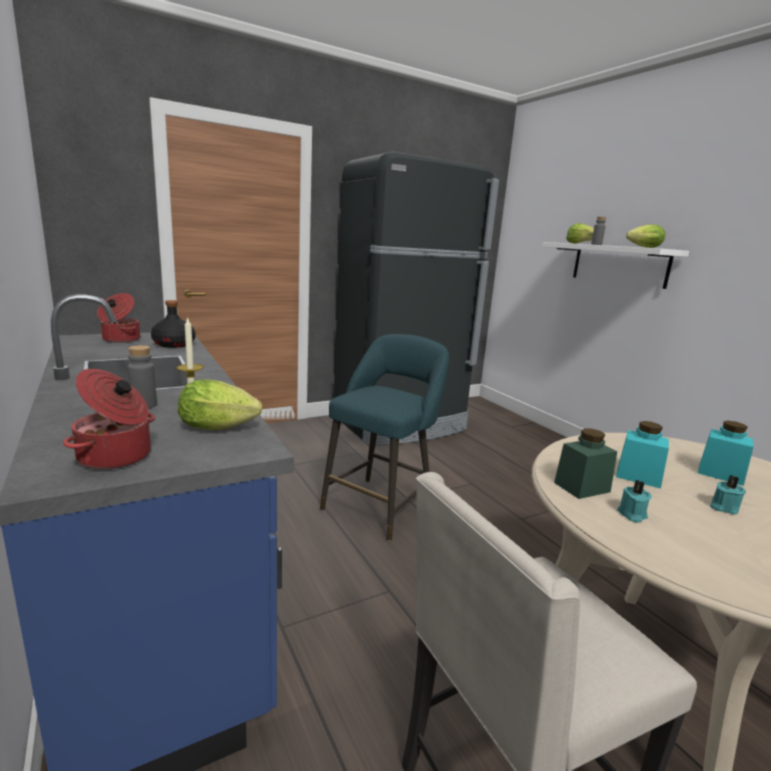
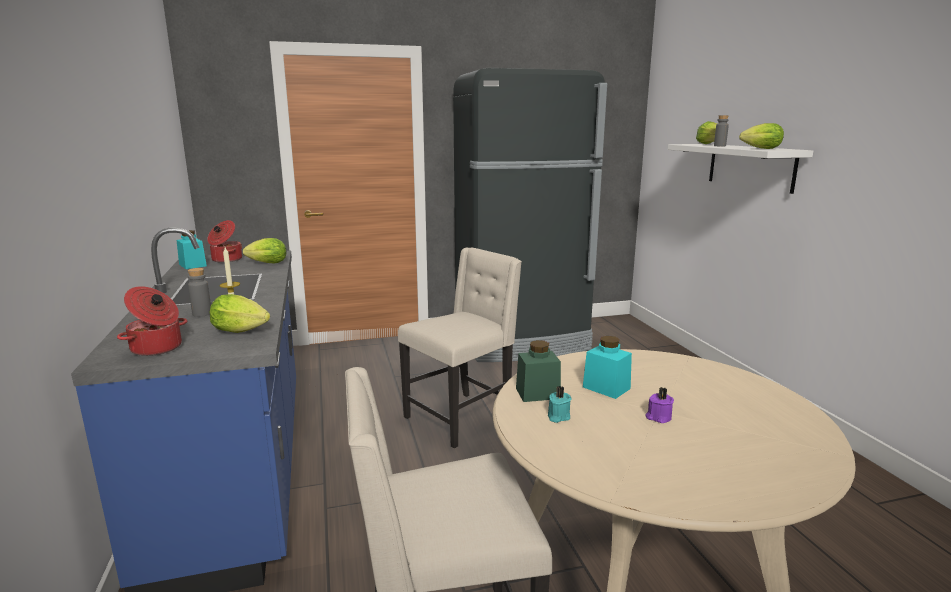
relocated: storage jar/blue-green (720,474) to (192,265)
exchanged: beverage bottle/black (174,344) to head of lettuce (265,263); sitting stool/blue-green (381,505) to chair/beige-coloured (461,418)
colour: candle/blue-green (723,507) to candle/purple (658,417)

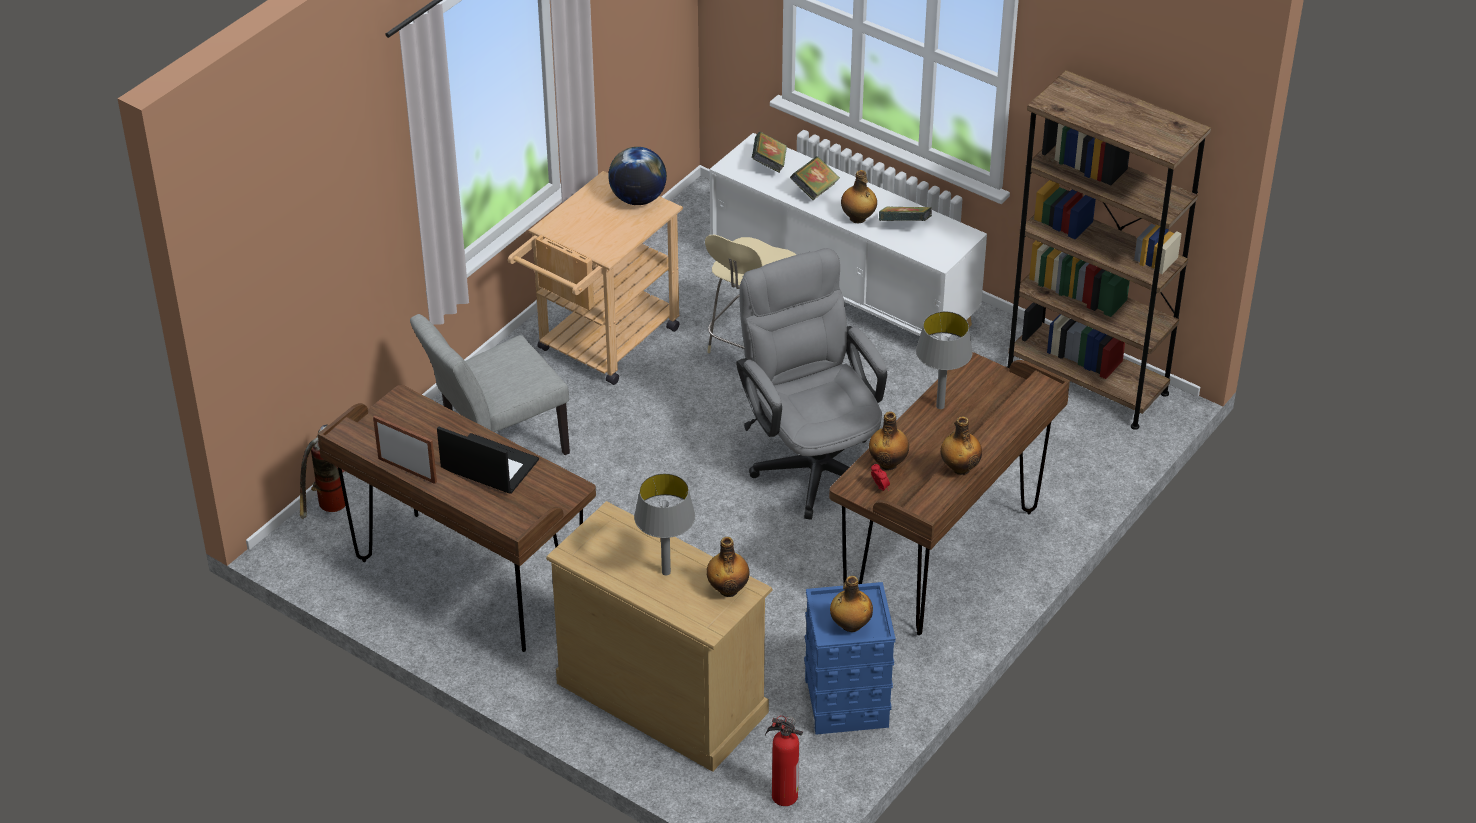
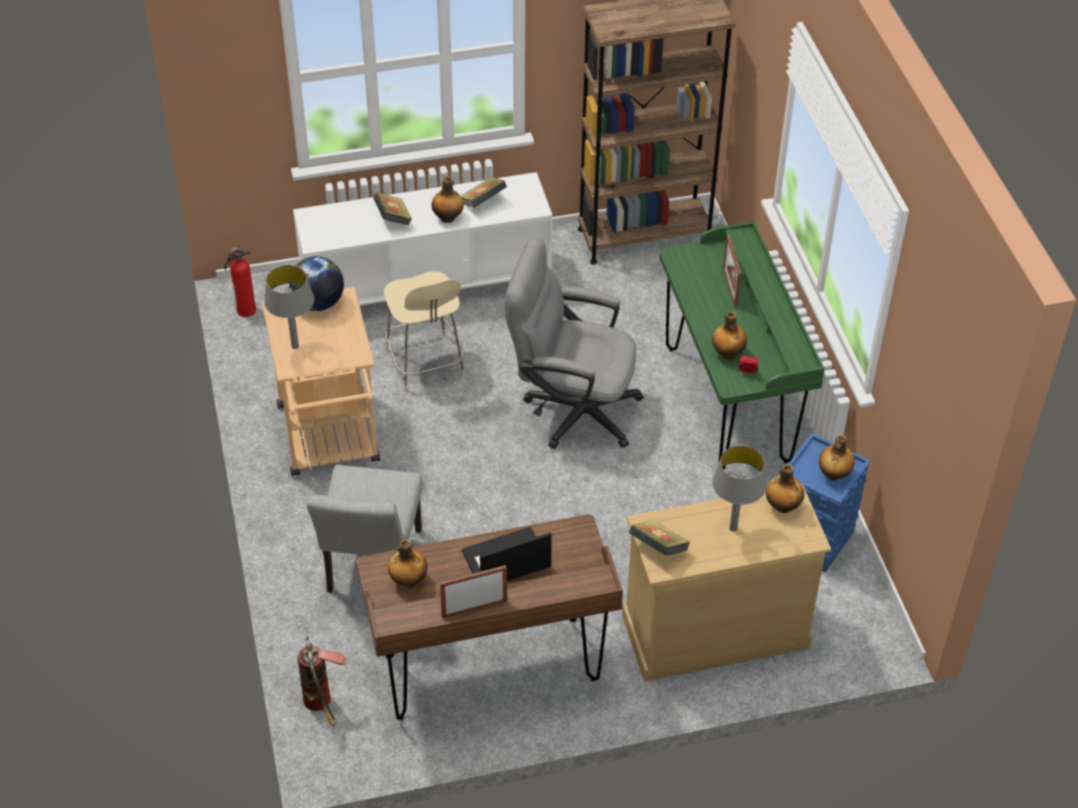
appeared: picture frame (729,287)
relocated: volume (769,164) to (658,548); fire-fighting cylinder (782,795) to (245,310); table lamp/greyish (940,406) to (295,346); beverage bottle (960,468) to (408,580)
colour: desk unit/brownish (943,556) to desk unit/green-coloured (727,404)

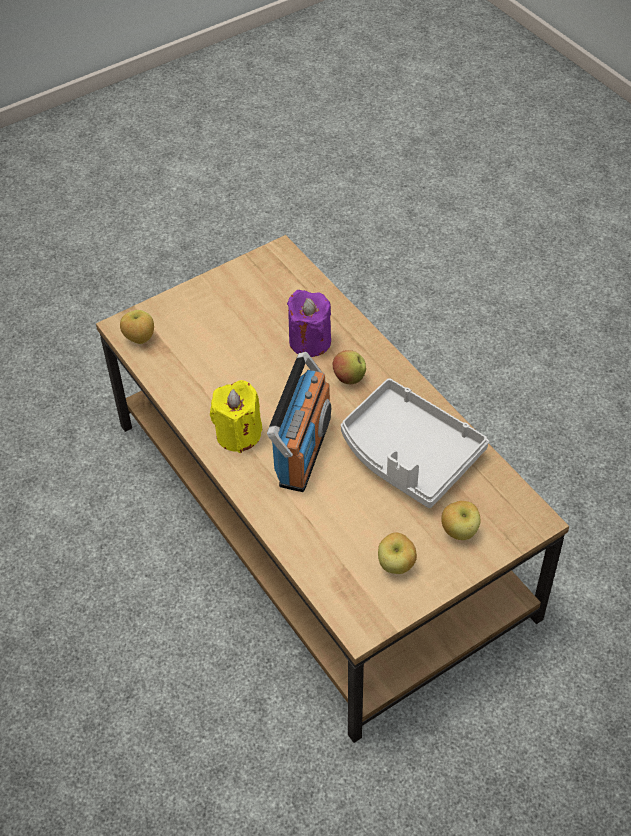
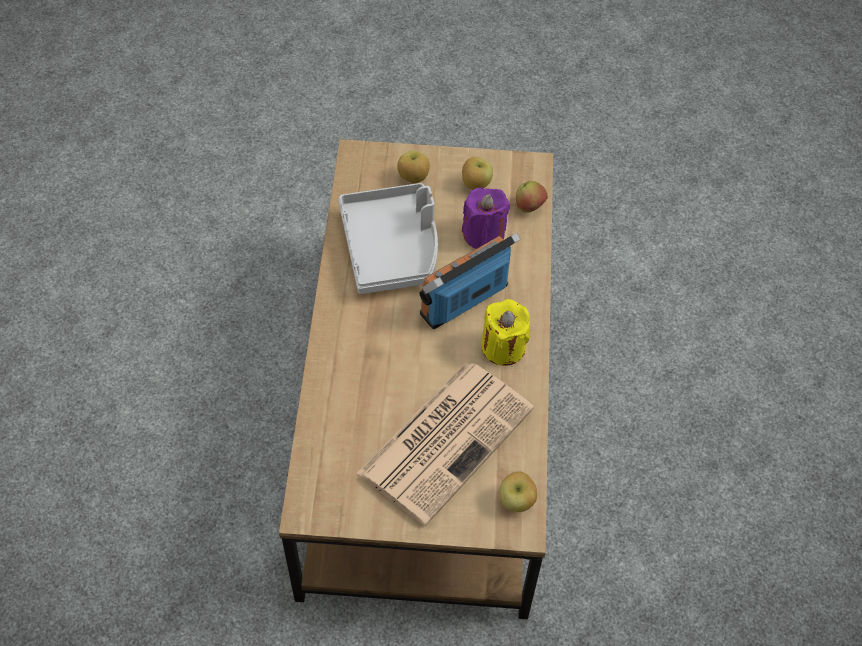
appeared: printed paper (447,438)
relocated: candle/purple (310,341) to (484,234); whole apple (349,378) to (529,207)

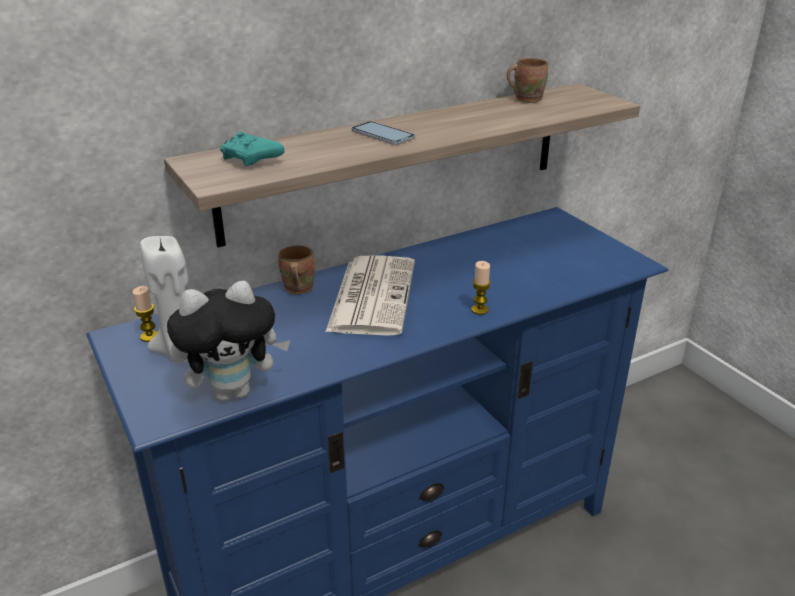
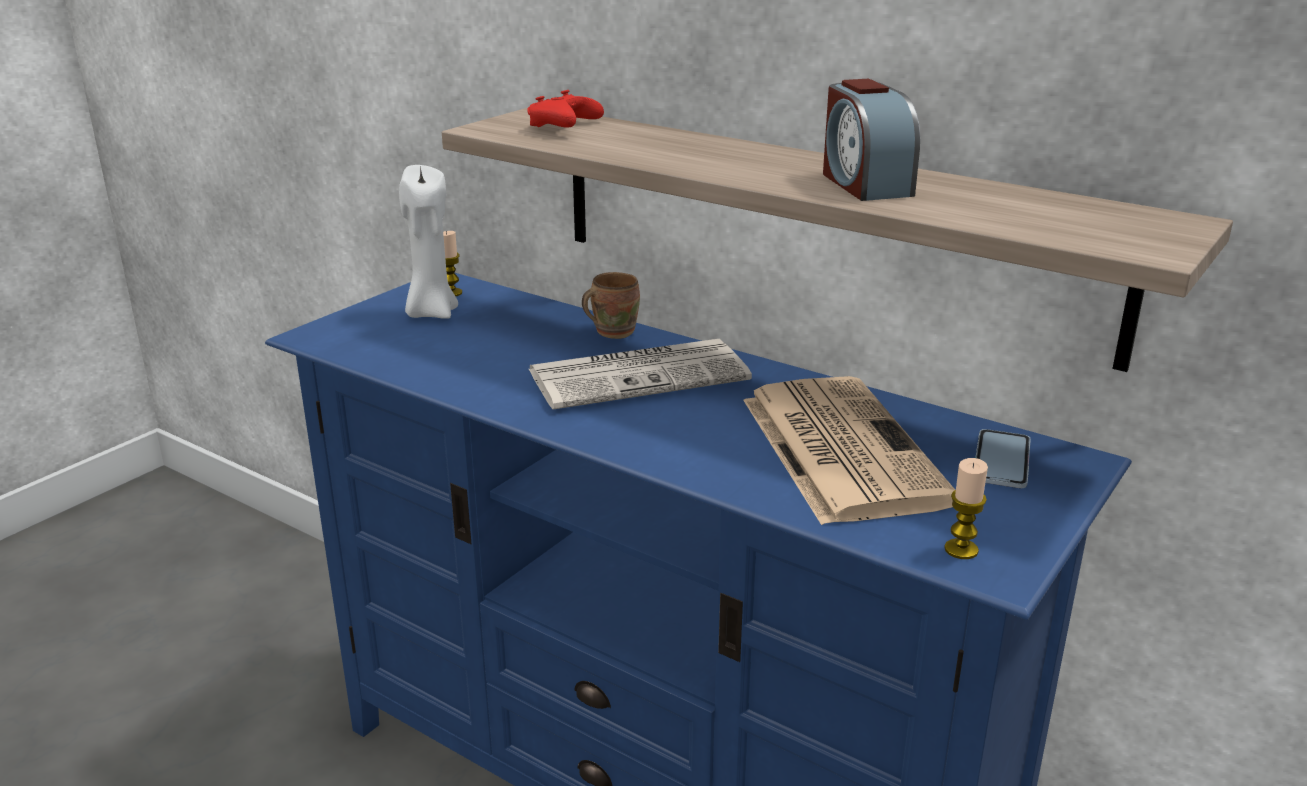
missing: cuddly toy (234,391); mug/brownish (526,99)
appeared: printed paper (838,448); bedside clock (864,184)
relocated: telephone (382,134) to (1001,460); candle (479,310) to (961,550)
colour: gamepad/blue-green (251,160) to gamepad/red (564,128)

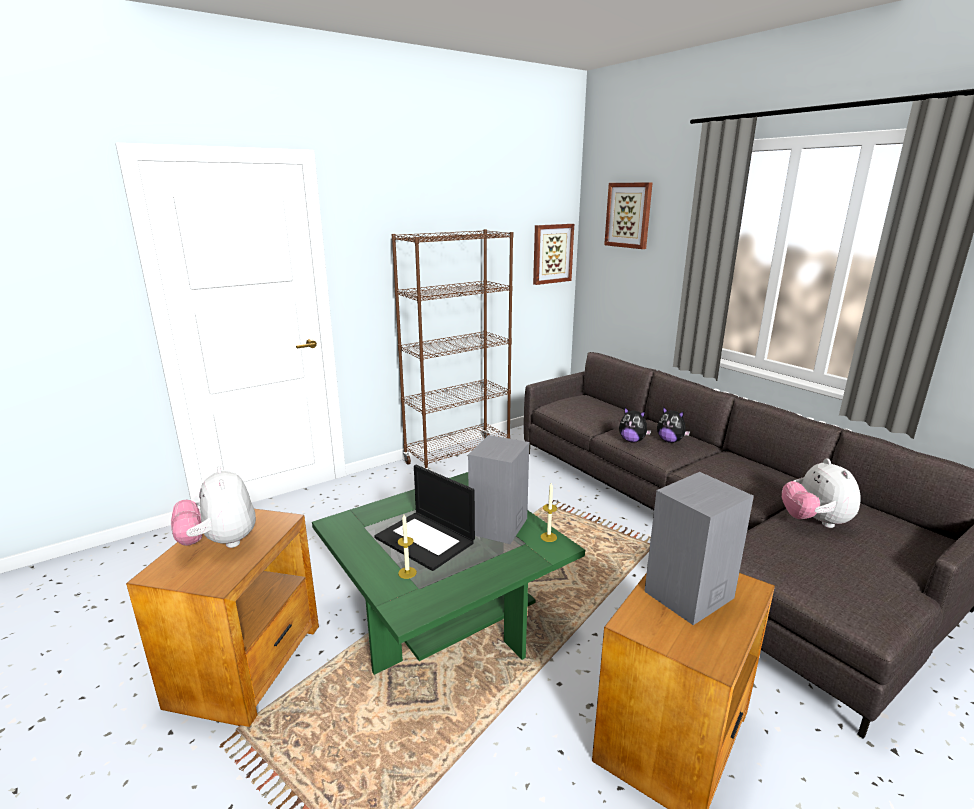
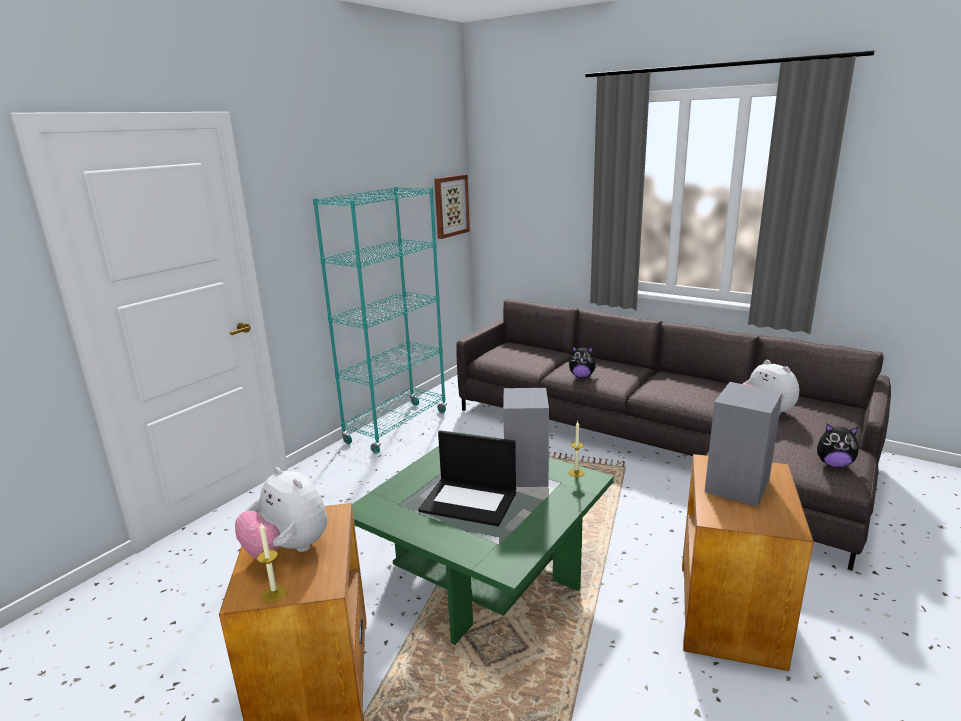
missing: wall picture (629,215)
relocated: candle (407,572) to (274,594); cuddly toy (670,441) to (834,464)
colour: bookshelf/brownish (458,457) to bookshelf/blue-green (397,427)

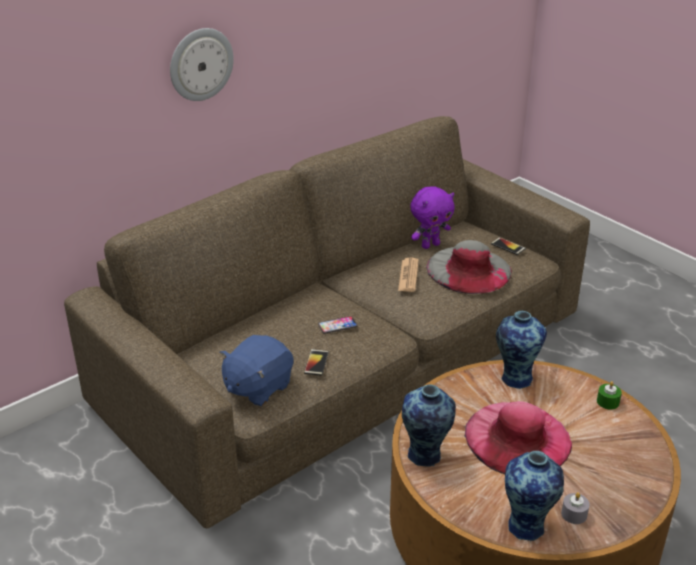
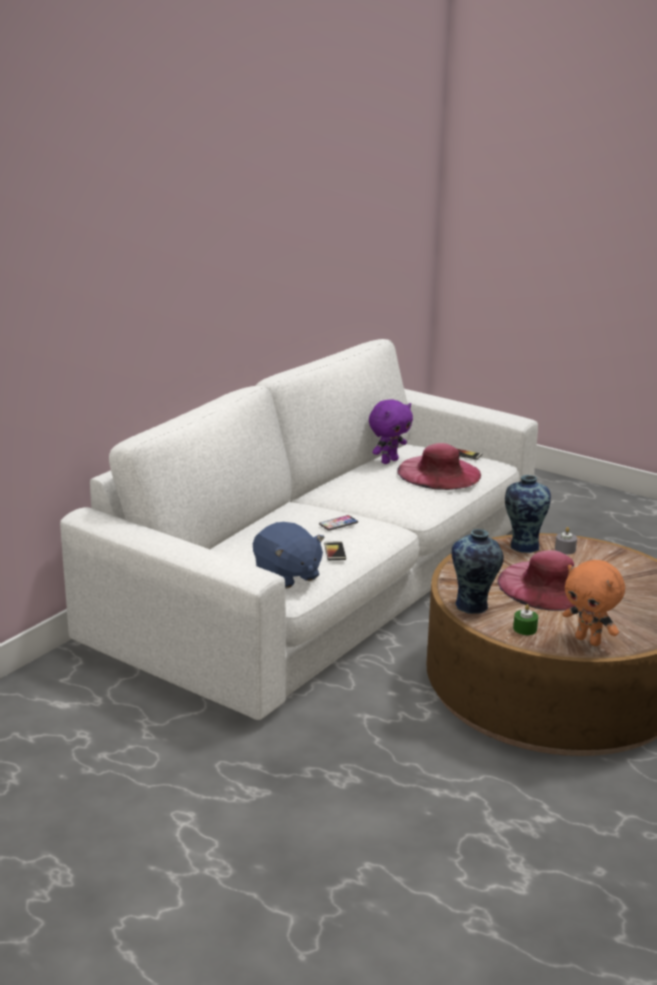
missing: clock on the wall (200,64); printed paper (408,275)
relocated: candle/greyish (574,514) to (565,549); candle/green-coloured (607,402) to (525,629)
exchanged: flower vase (527,525) to cuddly toy/orange-coloured (589,640)
colour: settee/brownish (347,360) to settee/whitish (326,581); hat/greyish (469,269) to hat/pinkish (439,473)
spun: cuddly toy/blue-coloured (257,387) = (287,576) 60 degrees counterclockwise

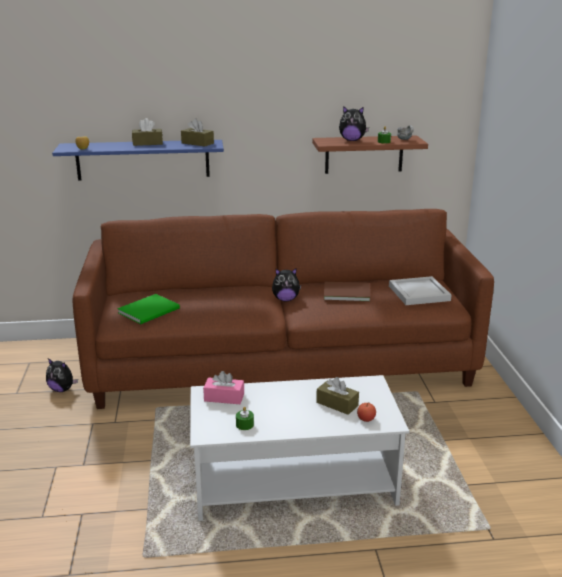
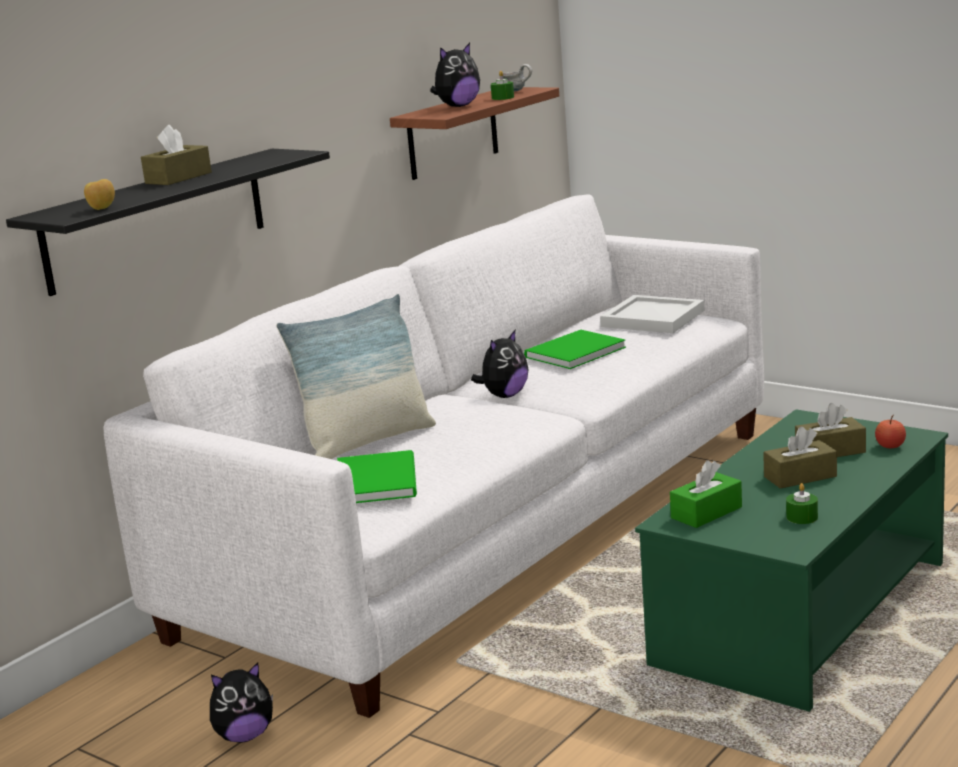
appeared: pillow (367,442)
relocated: box of tissues/brownish (197,143) to (800,477)
colour: shelf/blue-coloured (143,160) to shelf/black (156,220); settee/brownish (281,362) to settee/whitish (491,527); coffee table/whitish (295,480) to coffee table/green-coloured (803,613); box of tissues/pinkish (224,397) to box of tissues/green-coloured (706,512); volume/brownish (345,292) to volume/green-coloured (571,352)

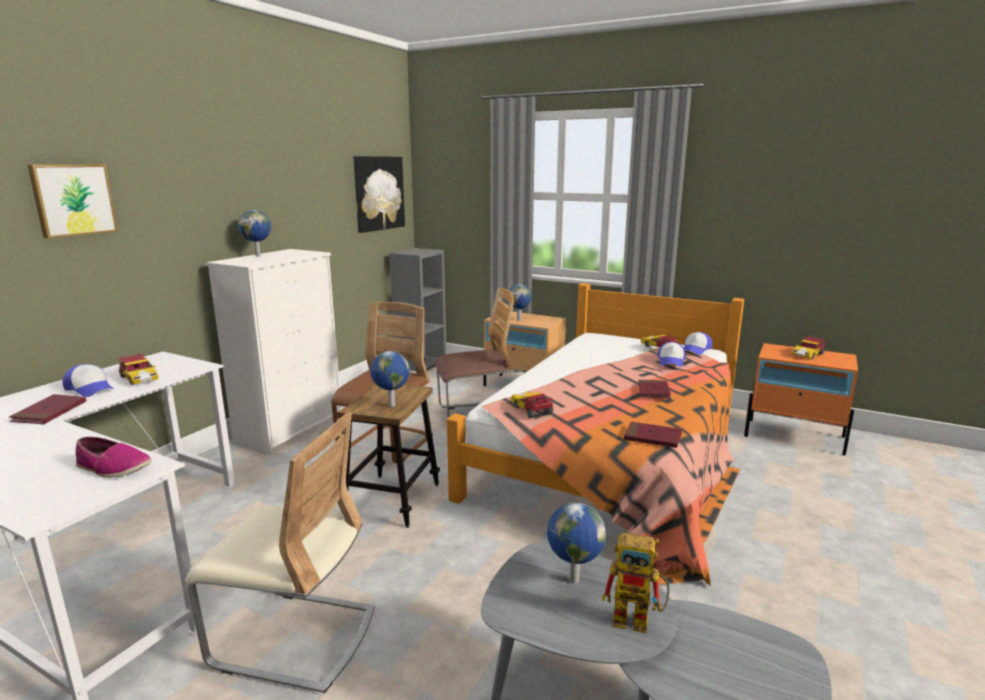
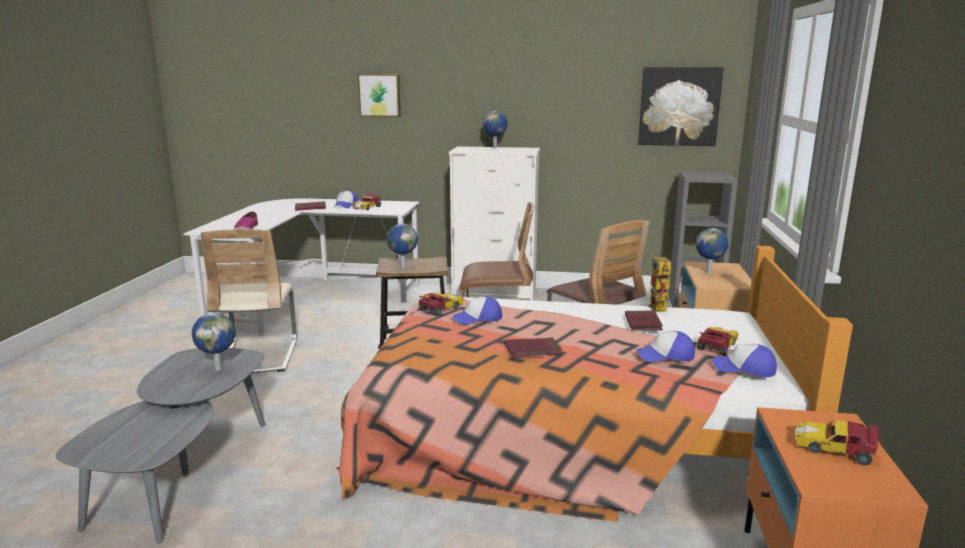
appeared: baseball cap (478,318)
relocated: robot figure (639,620) to (661,310); volume/red (652,437) to (643,323)

